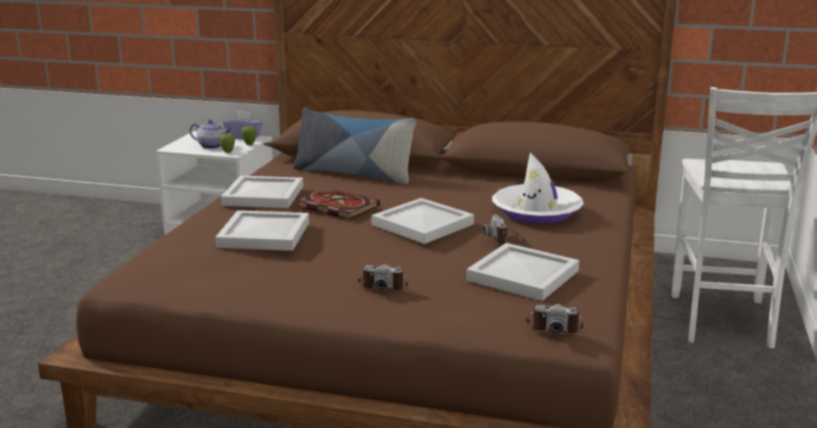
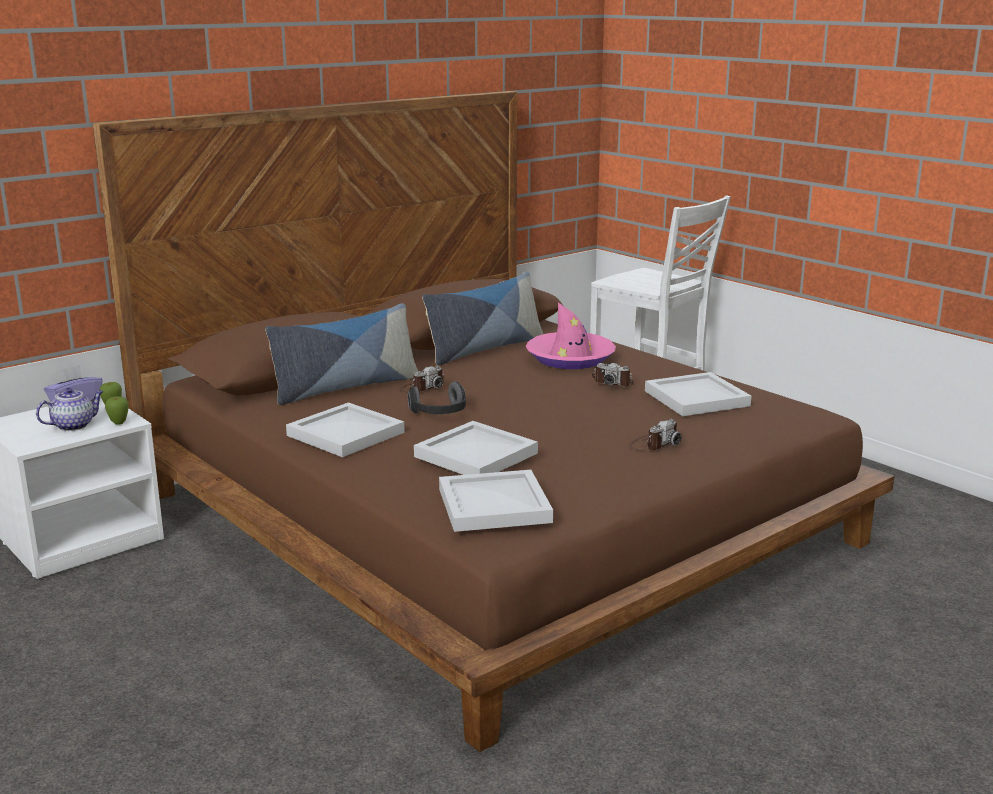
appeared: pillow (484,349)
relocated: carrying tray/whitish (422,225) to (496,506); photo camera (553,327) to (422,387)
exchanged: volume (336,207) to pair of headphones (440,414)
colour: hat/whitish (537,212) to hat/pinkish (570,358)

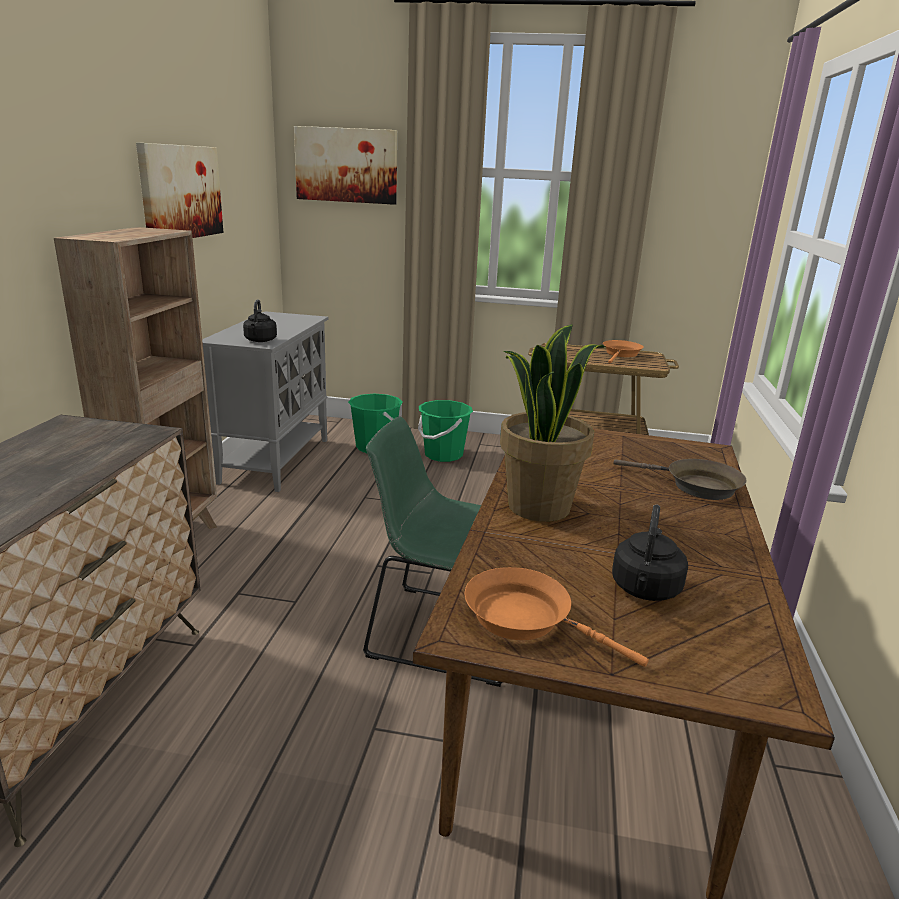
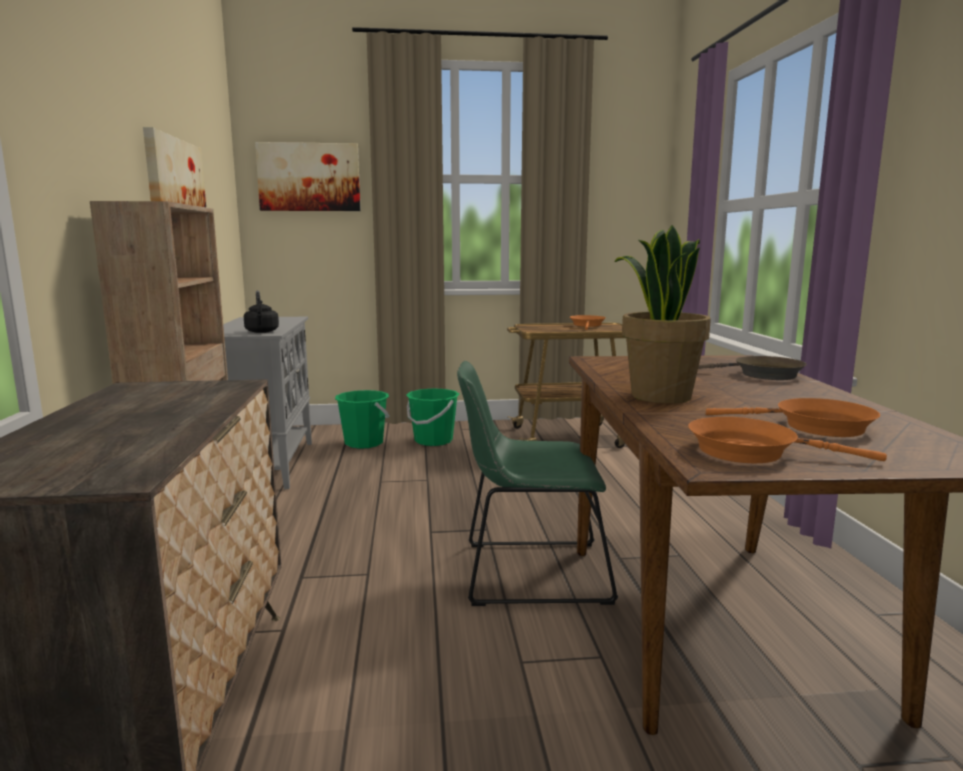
exchanged: kettle/black (645,590) to skillet/orange-coloured (814,427)

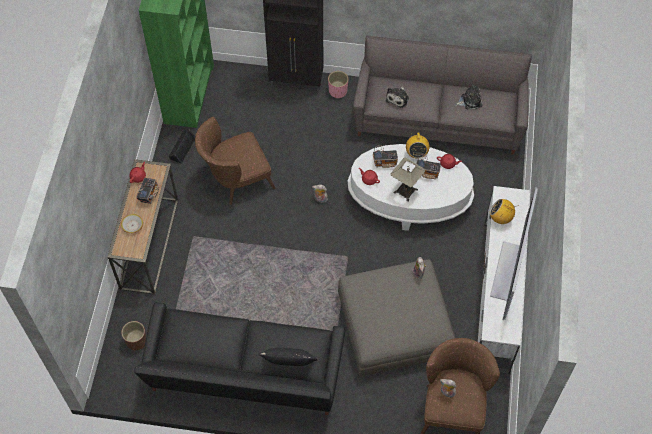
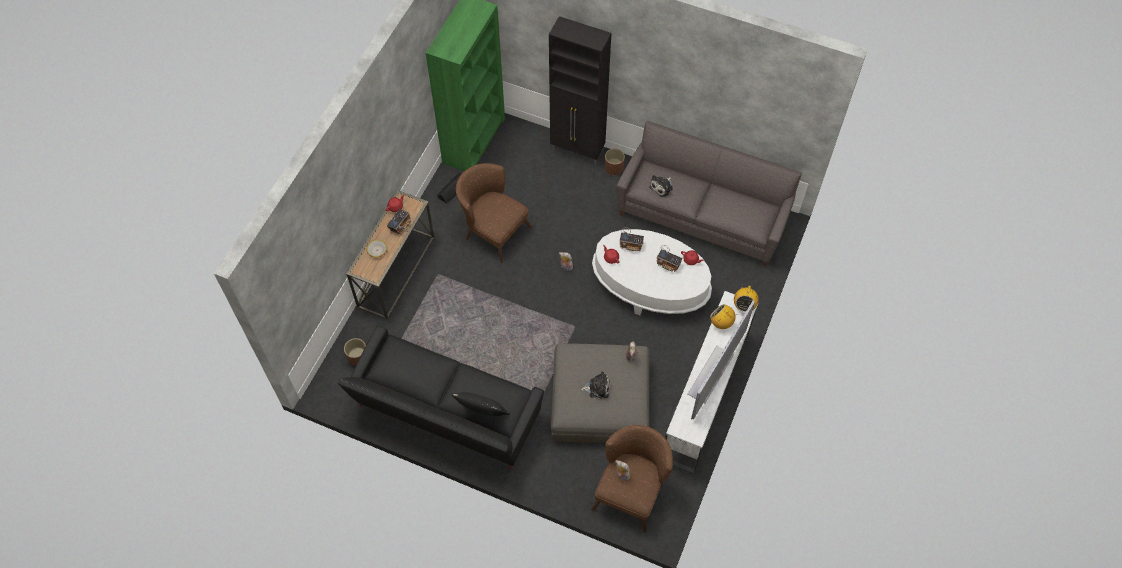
missing: table lamp (405,191)
relocated: radio receiver (416,153) to (744,306); cuddly toy (470,100) to (597,388)
colour: flower pot/pinkish (338,91) to flower pot/brownish (614,168)
spun: easy chair/brownish (235,179) = (492,230) 45 degrees clockwise

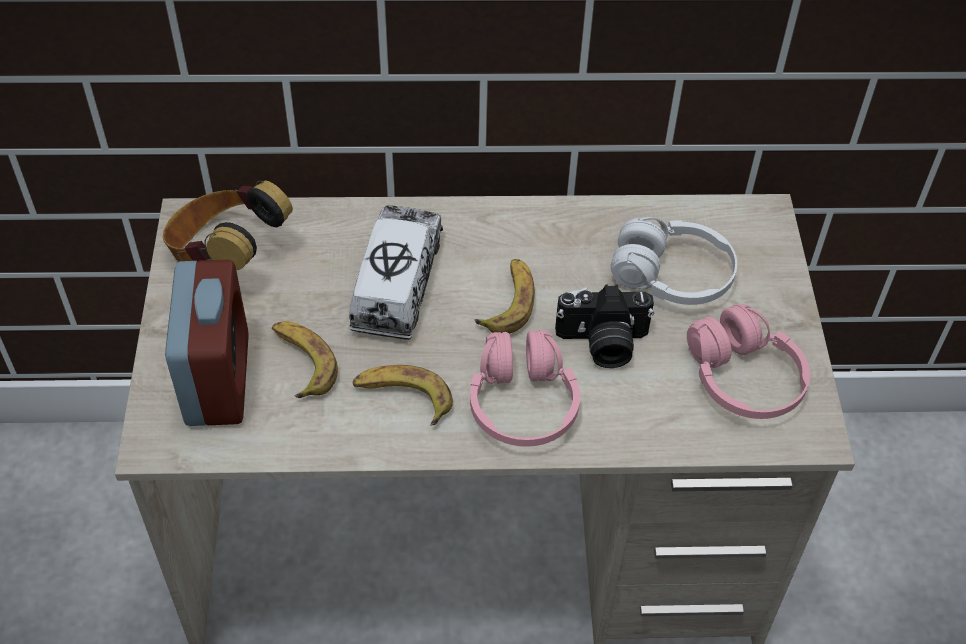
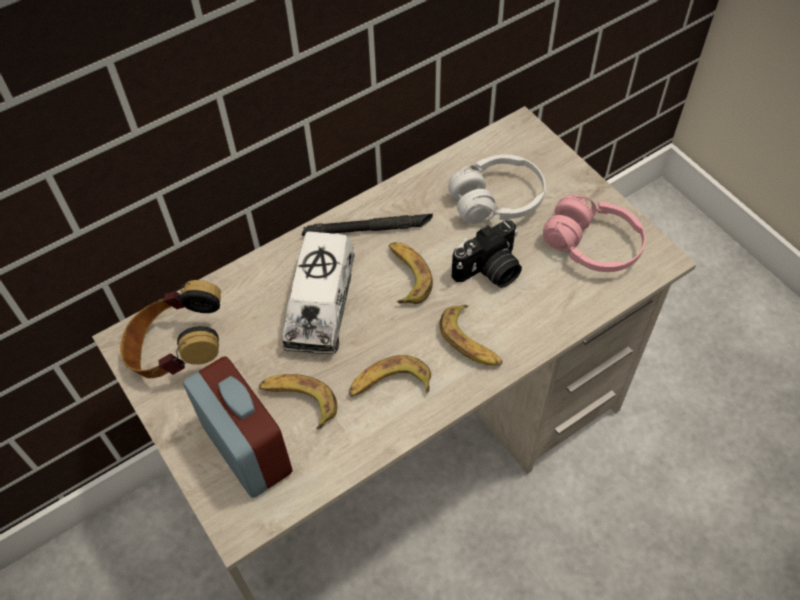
appeared: hand torch/black (368,229)
exchanged: pair of headphones/pinkish (522,403) to banana (471,342)
spun: toy lorry (397,284) = (321,305) 150 degrees counterclockwise

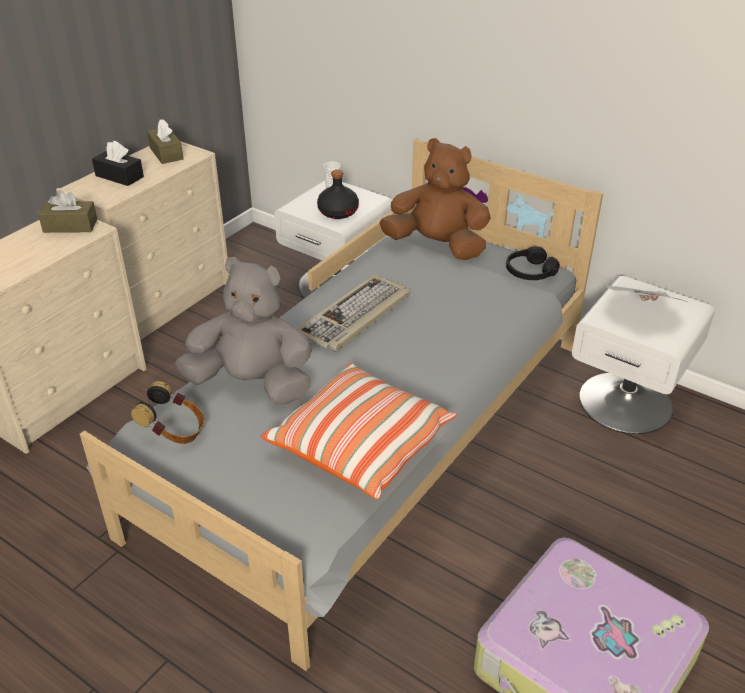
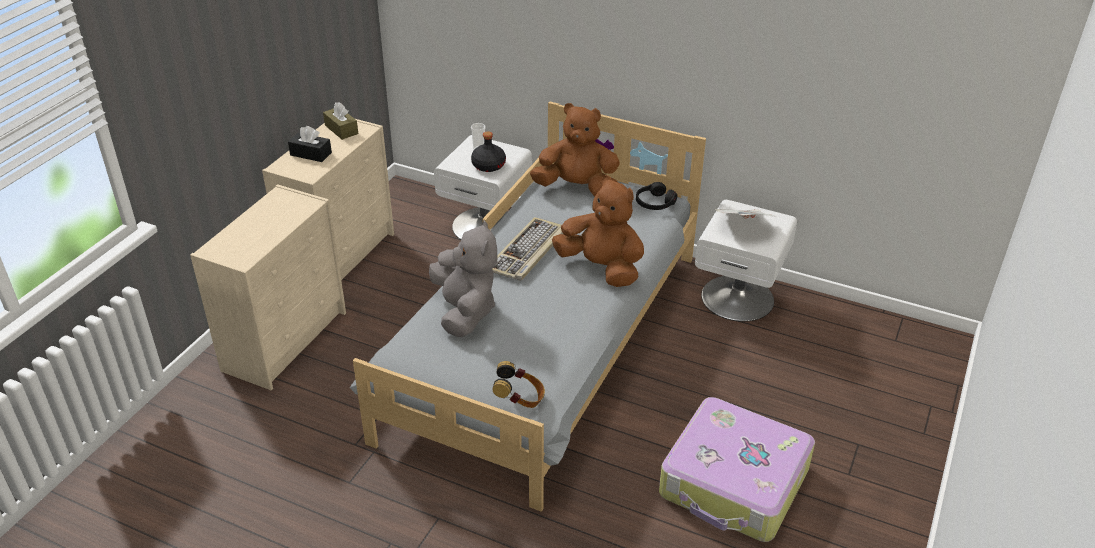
missing: box of tissues/brownish (70,226); pillow (361,444)
appeared: cuddly toy/brownish (601,268)
relocated: pair of headphones (175,432) to (520,399)
spun: cuddly toy/greyish (252,384) = (465,311) 75 degrees clockwise

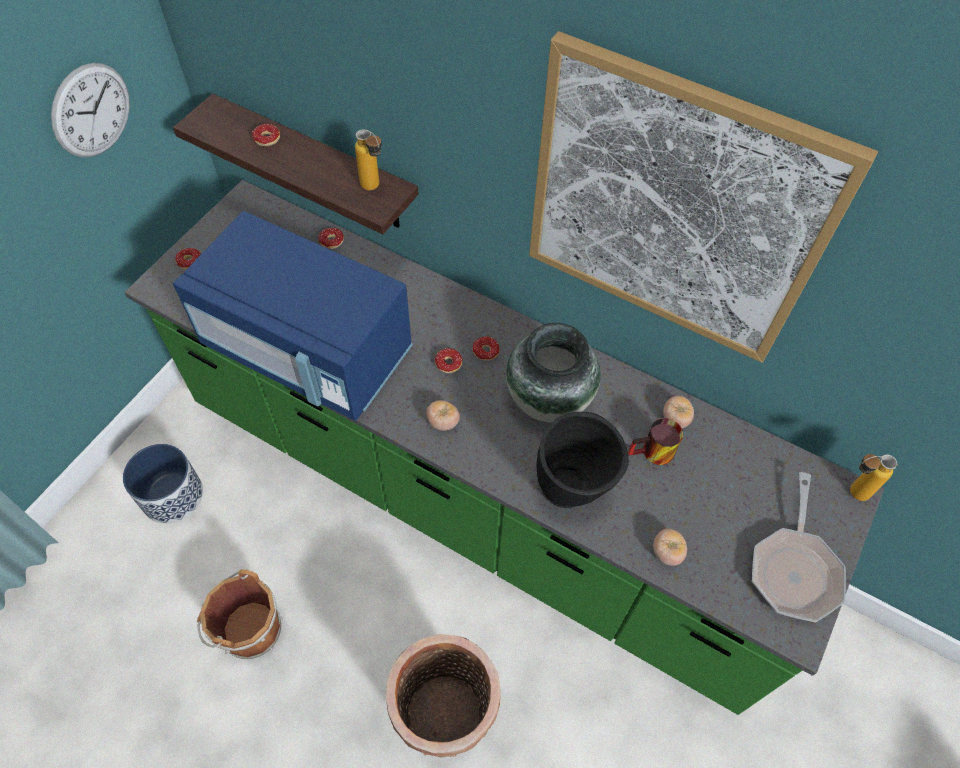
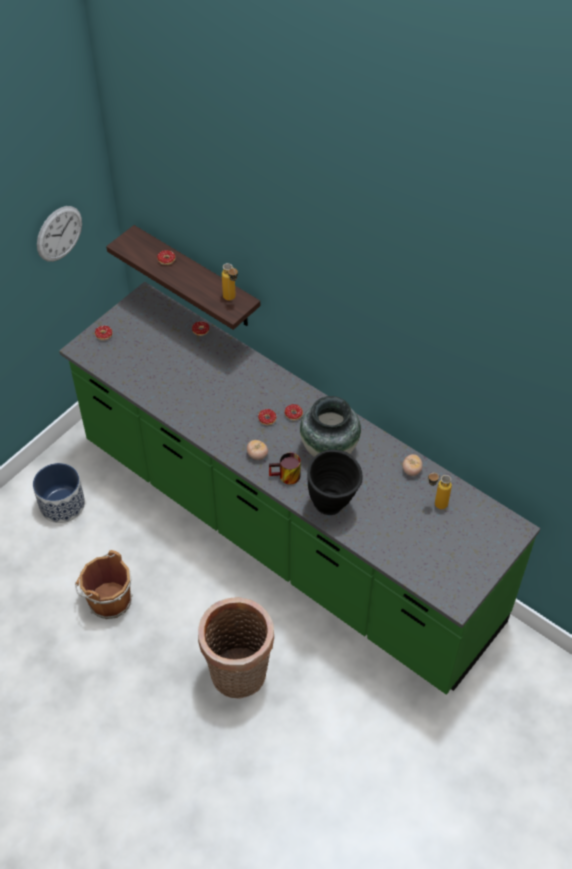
missing: microwave oven/blue-coloured (308,350); wall picture (673,209); fresh tomato (667,552); skillet (794,568)
relocated: mug (653,454) to (286,477); beverage bottle (851,493) to (435,504)

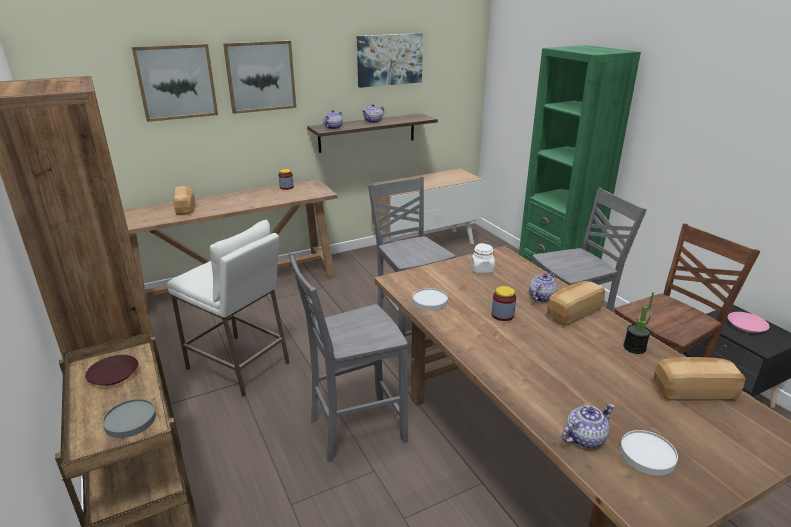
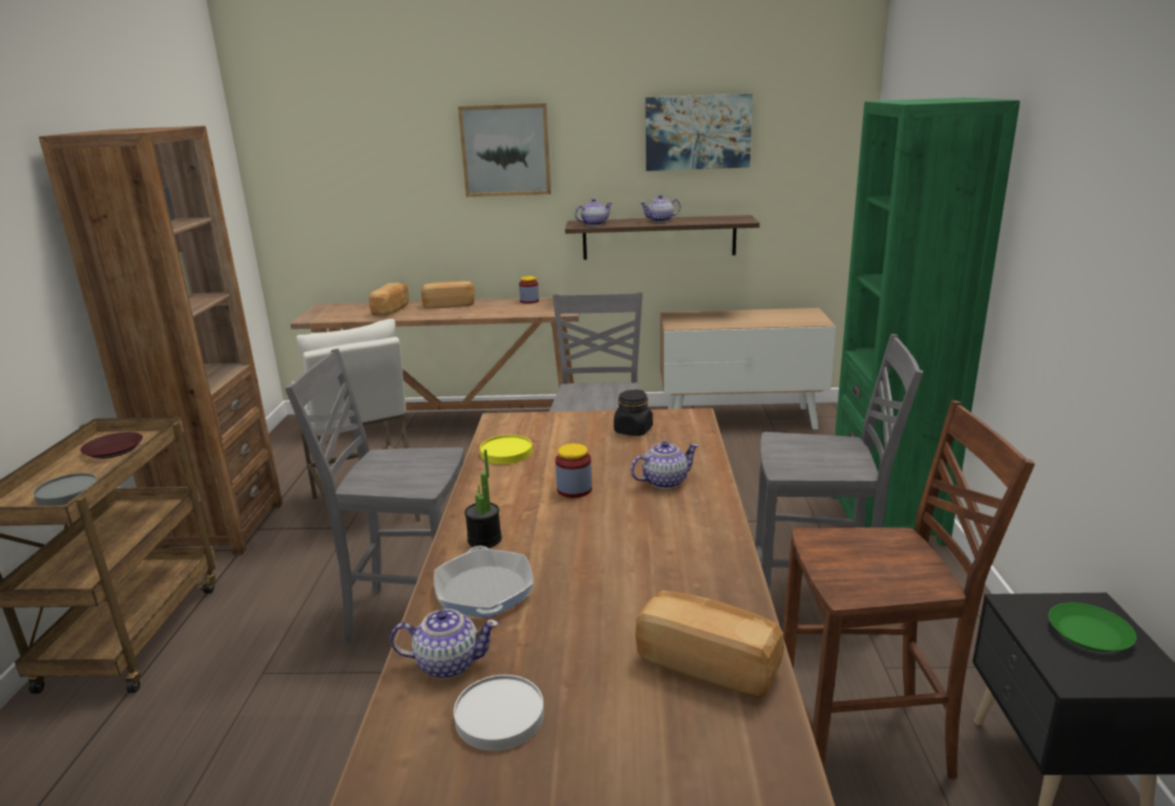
missing: wall picture (176,82)
appeared: skillet (484,590)
relocated: bread (572,313) to (449,305); houseplant (634,347) to (484,540)
colour: dinner plate/whitish (430,301) to dinner plate/yellowish (506,453); storage jar/whitish (482,269) to storage jar/black (633,430); dinner plate/pinkish (746,325) to dinner plate/green-coloured (1088,634)

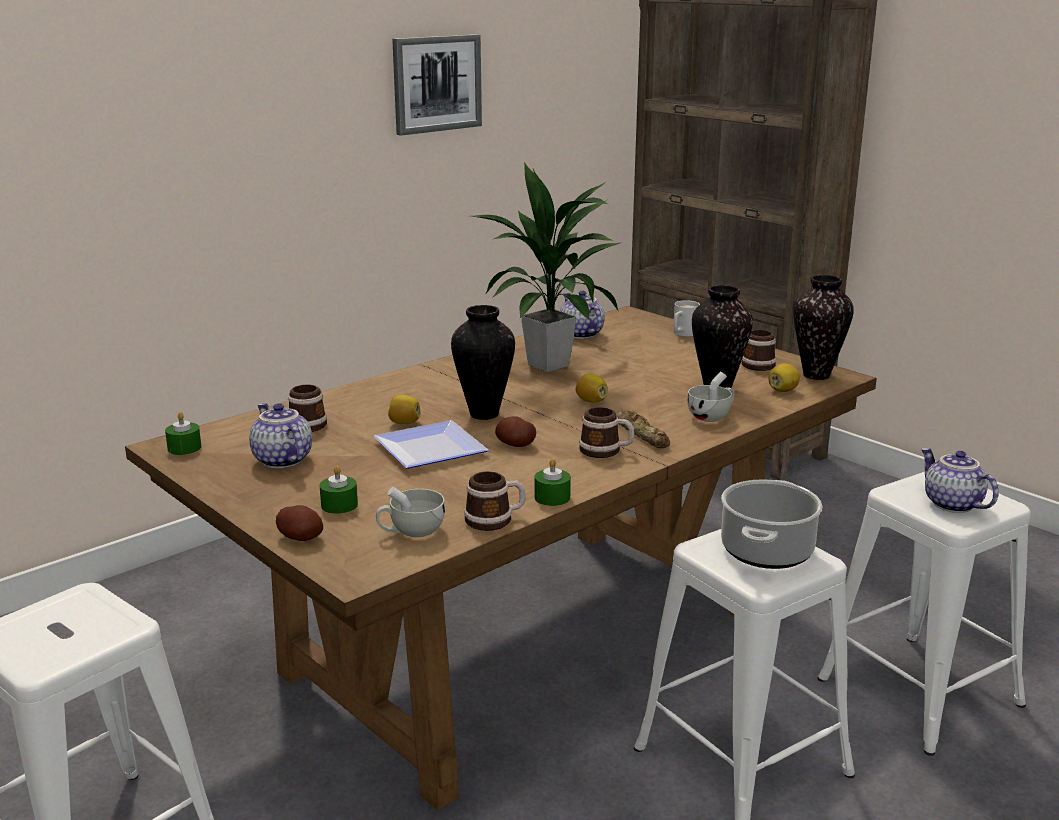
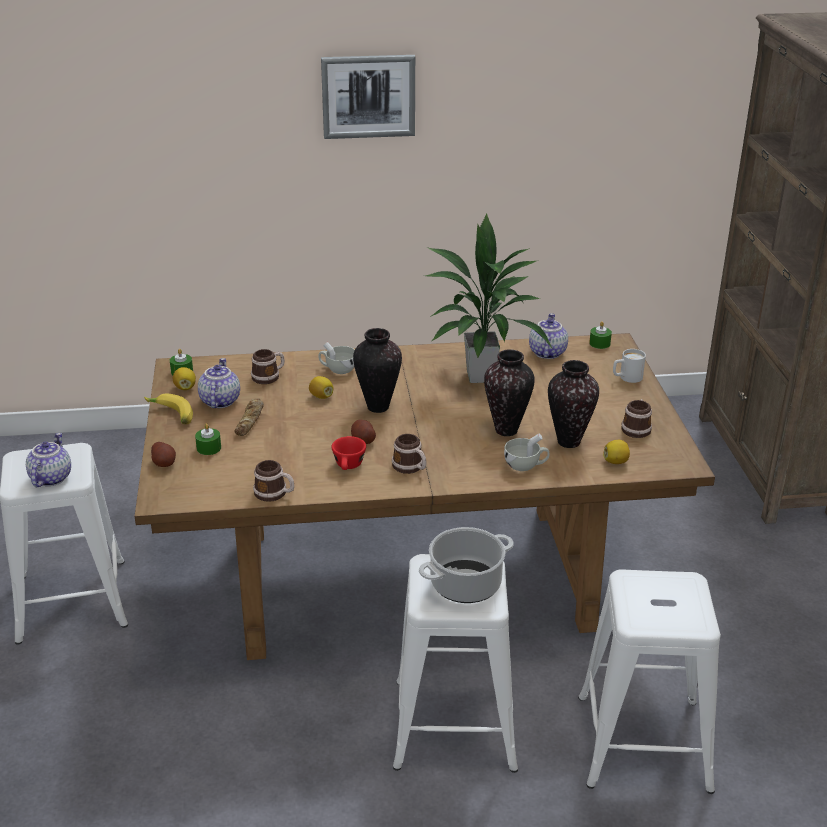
missing: dinner plate (434,450)
appeared: banana (170,415); cup/red (349,466)
relocated: cup/whitish (411,531) to (337,369); wall picture (436,83) to (368,96); candle/green-coloured (552,497) to (599,343); lemon (591,401) to (185,388); bread (642,434) to (250,421); flower vase (817,375) to (507,431); pot for tea (951,504) to (50,478)

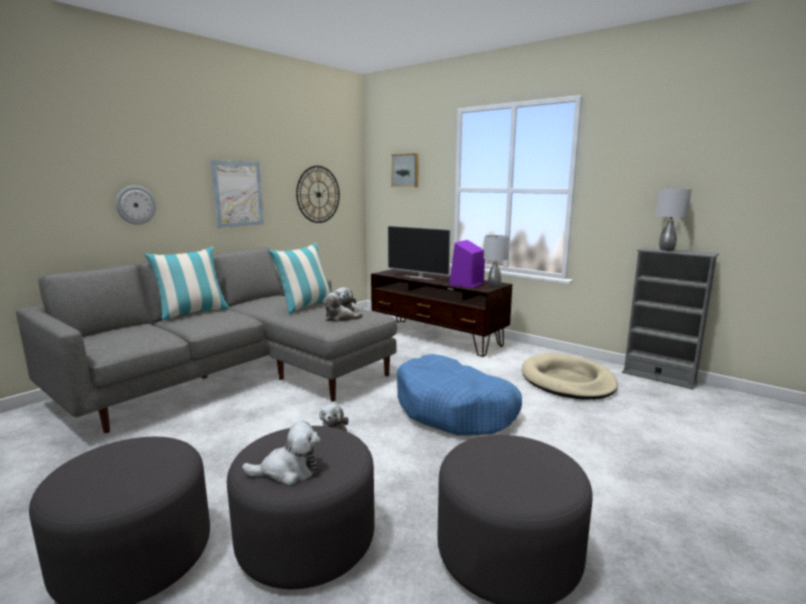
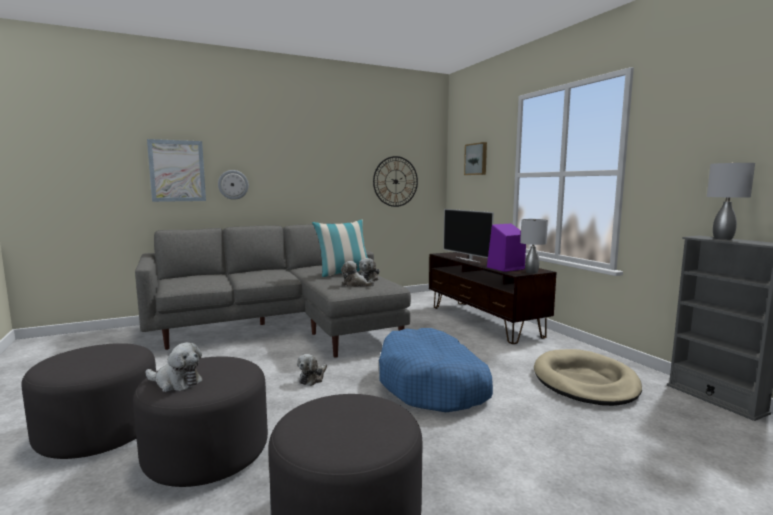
missing: pillow (193,313)
relocated: wall picture (238,194) to (177,171)

